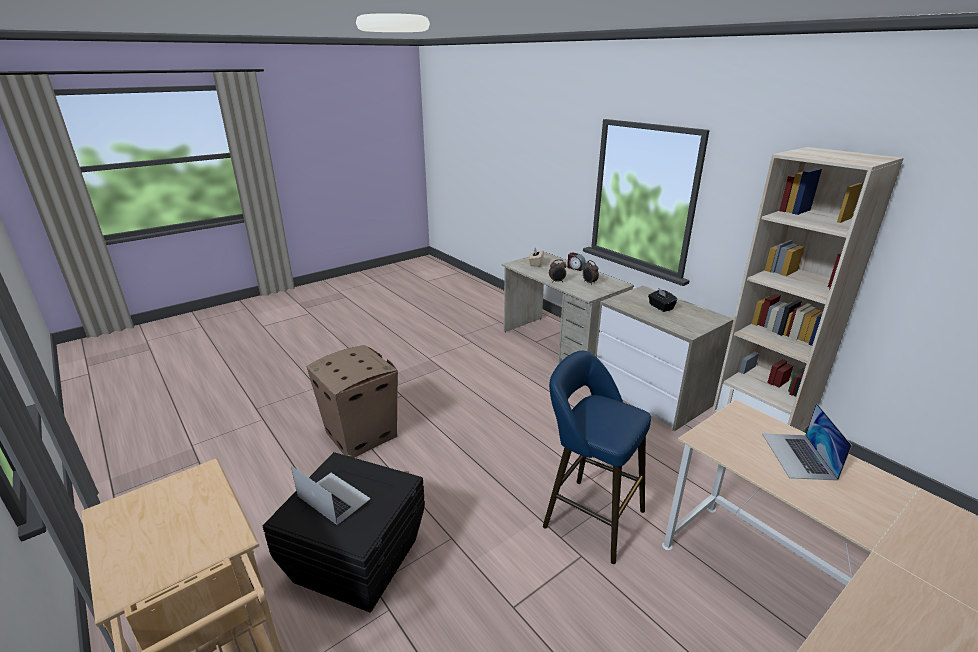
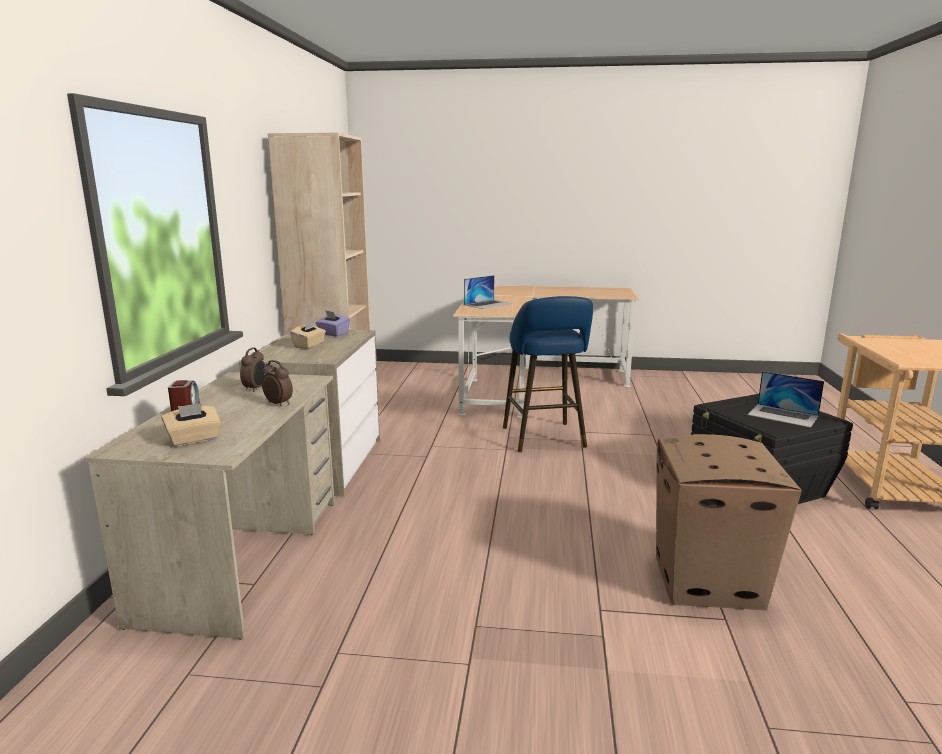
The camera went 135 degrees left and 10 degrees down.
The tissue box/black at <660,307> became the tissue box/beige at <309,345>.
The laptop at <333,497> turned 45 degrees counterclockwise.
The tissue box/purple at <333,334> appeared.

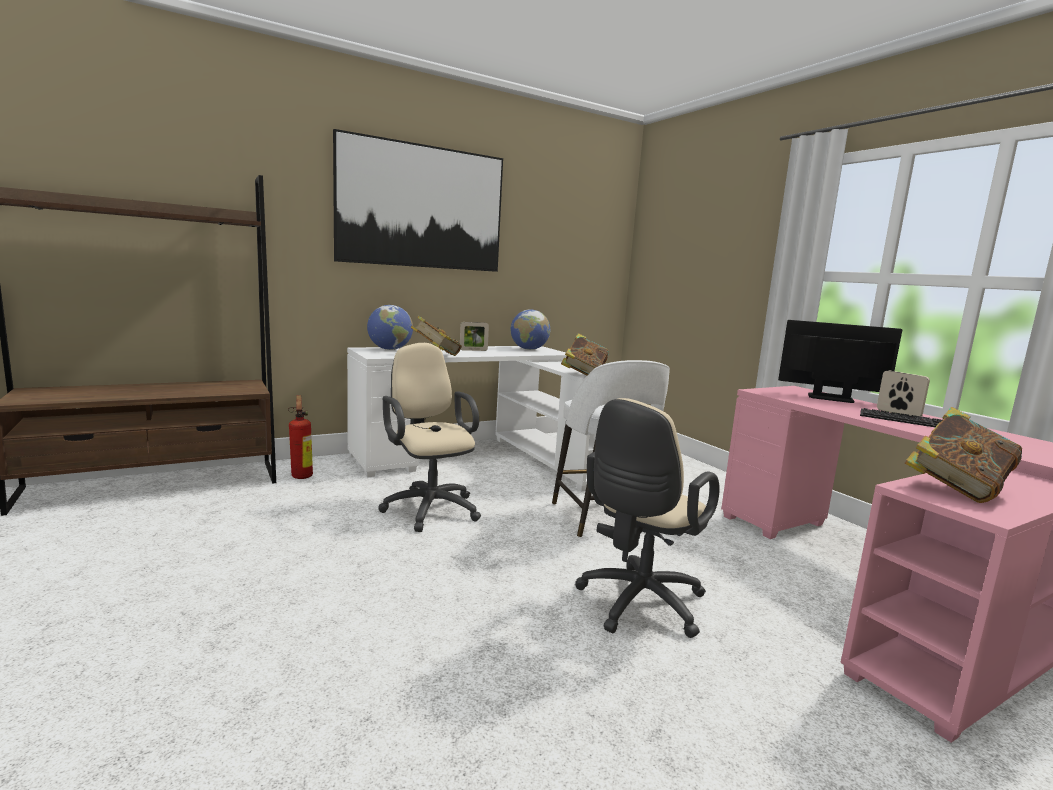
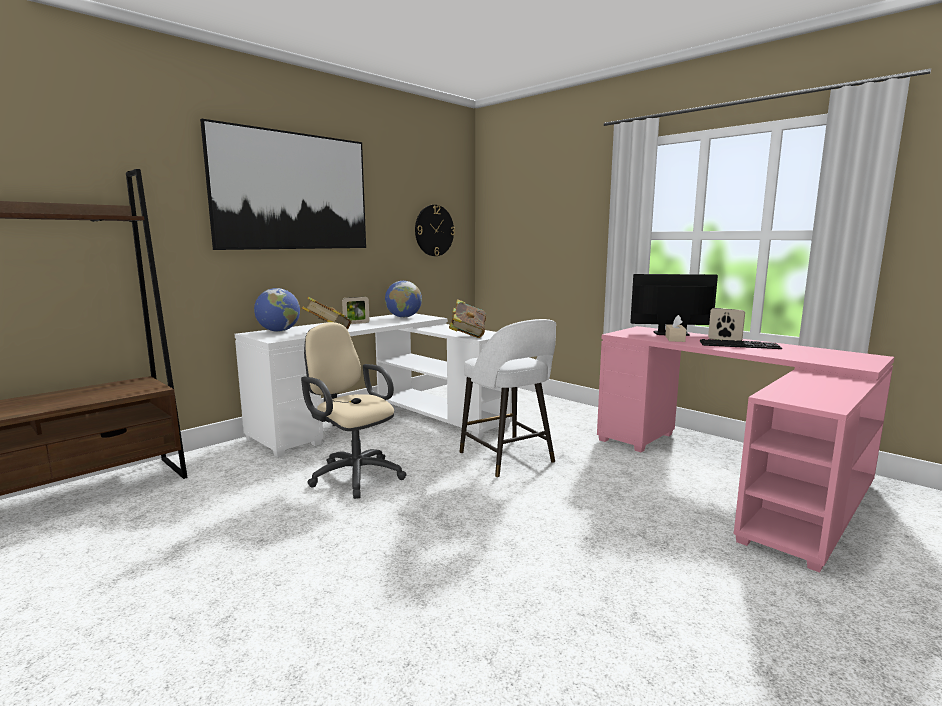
The camera went 15 degrees left and 0 degrees up.
The fire extinguisher at <302,475> disappeared.
The office chair/beige at <637,605> disappeared.
The book at <956,488> disappeared.
The wall clock at <434,230> appeared.
The tissue box/beige at <675,339> appeared.

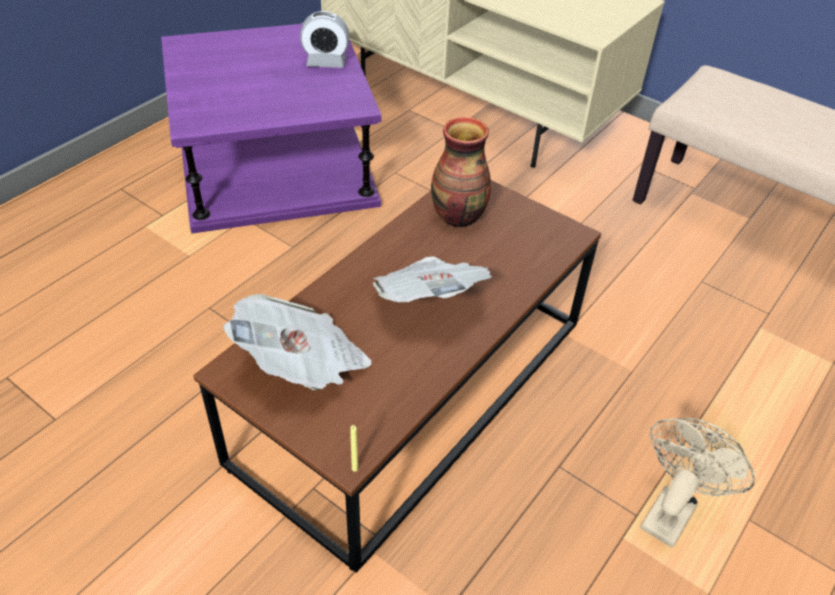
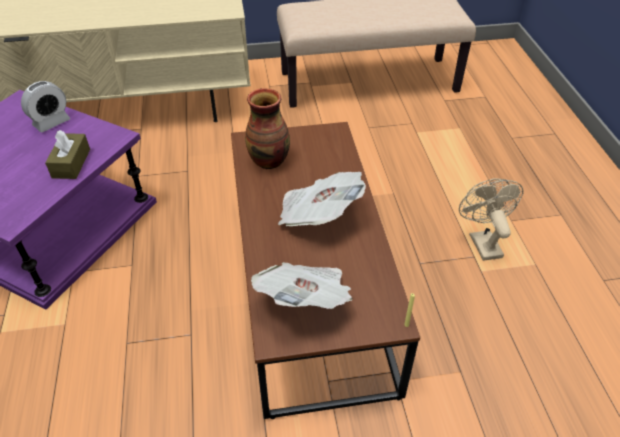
The camera went 45 degrees left and 0 degrees up.
The tissue box/brown at <71,163> appeared.

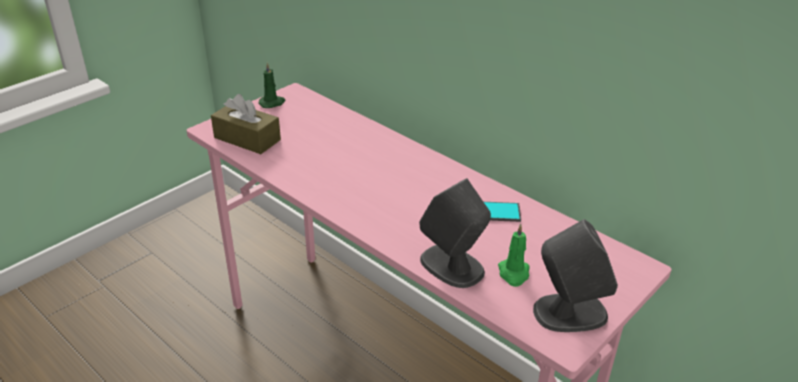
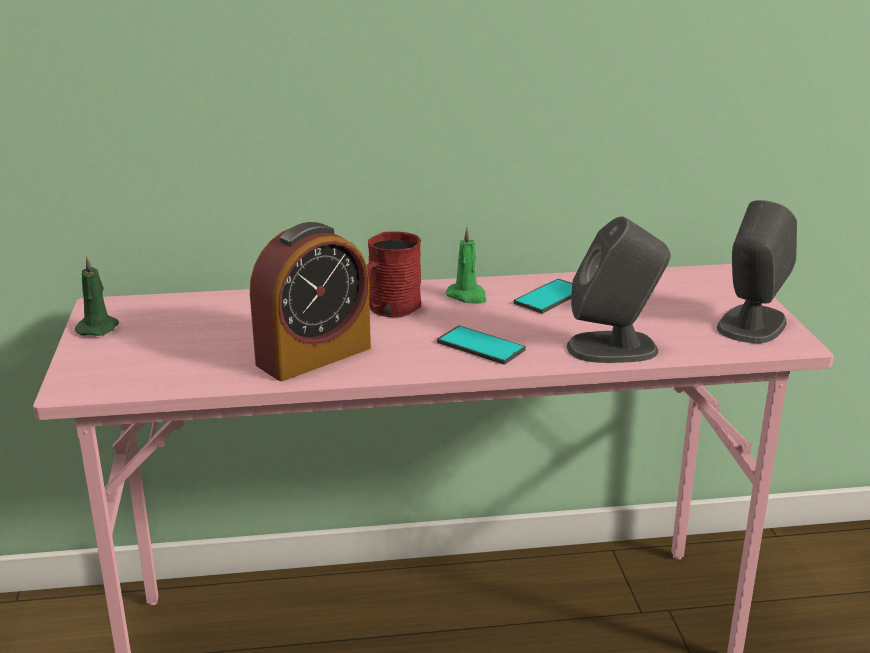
The camera went 50 degrees left and 10 degrees down.
The tissue box/brown at <247,139> disappeared.
The candle/green moved from <514,273> to <467,296>.
The alarm clock at <314,356> appeared.
The mug/red at <389,309> appeared.
The phone at <480,346> appeared.

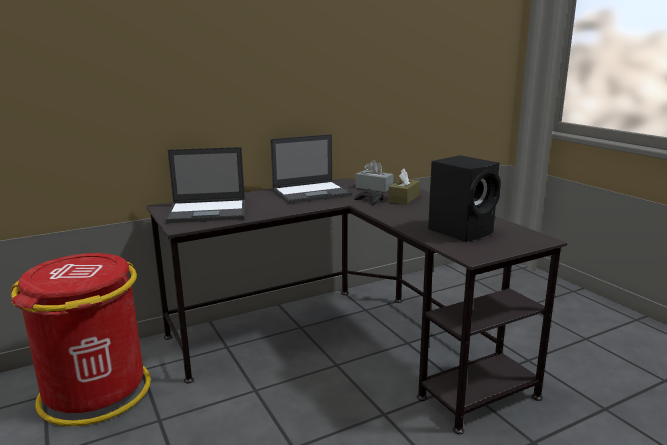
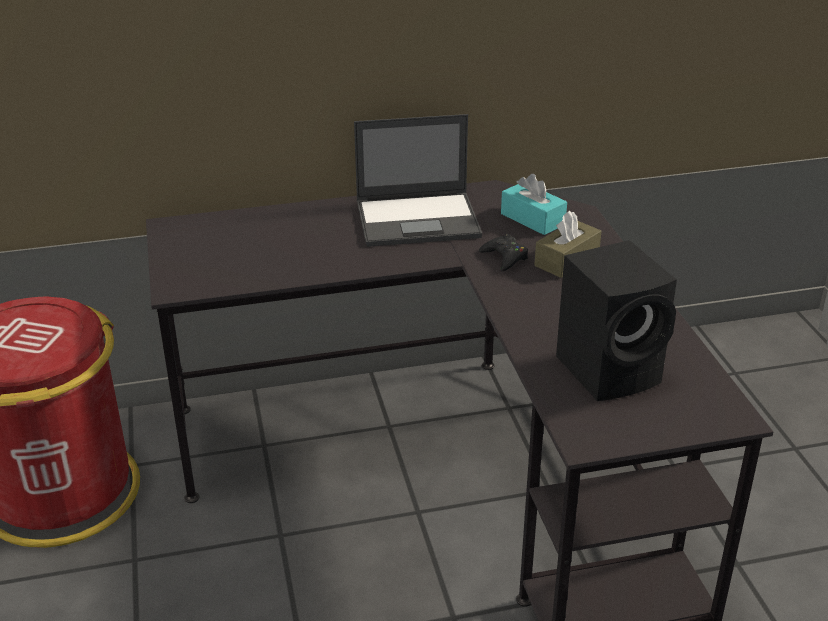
The camera went 15 degrees right and 15 degrees up.
The laptop at <208,211> disappeared.
The tissue box/grey at <374,188> became the tissue box/turquoise at <532,219>.

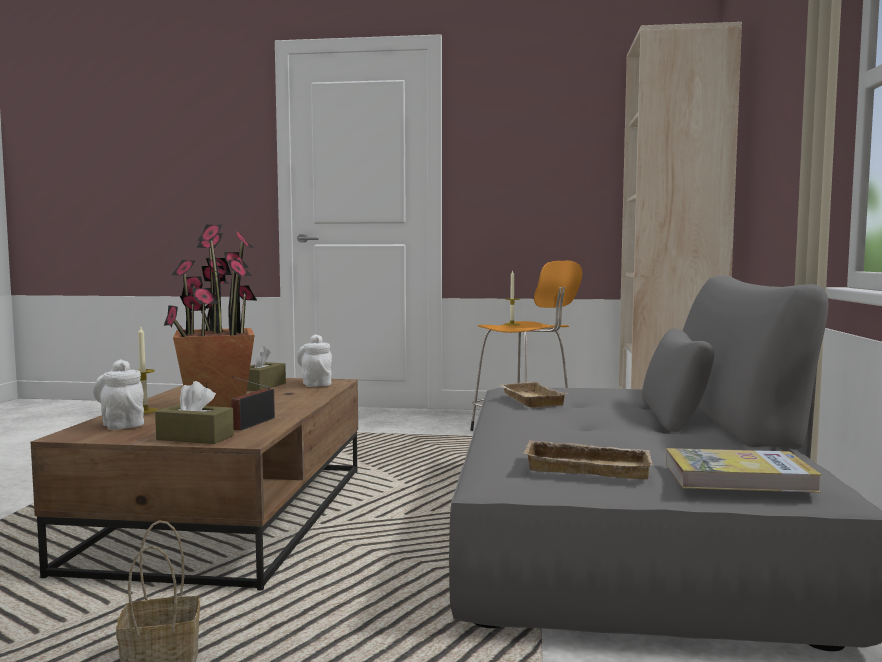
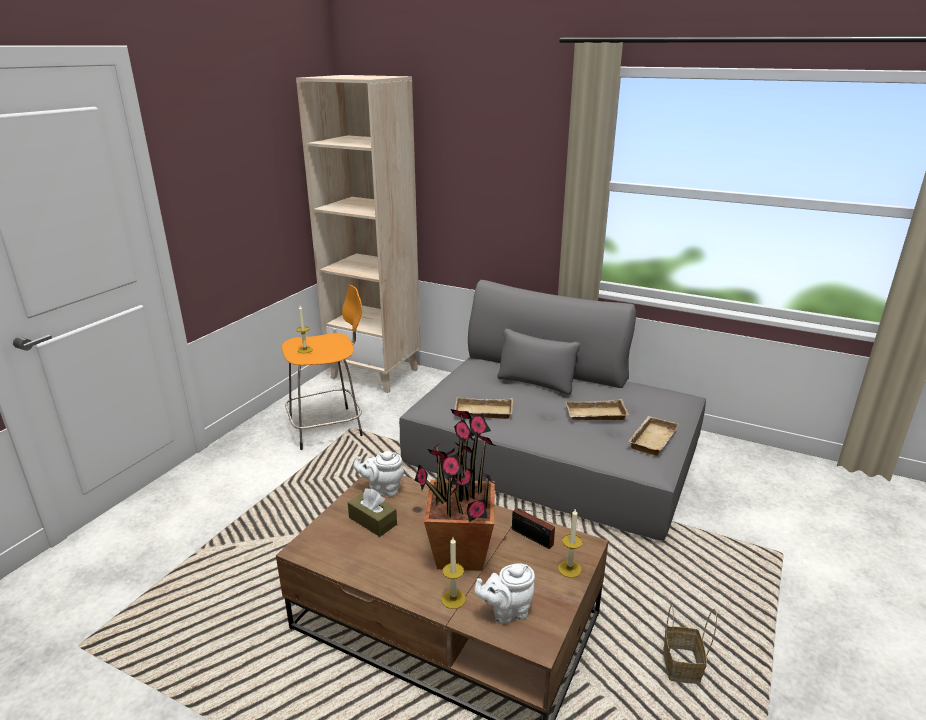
The camera went 70 degrees left and 20 degrees up.
The tissue box/brown at <195,437> was replaced by the candle at <569,569>.
The book at <738,477> disappeared.
The tray/beige at <595,415> appeared.

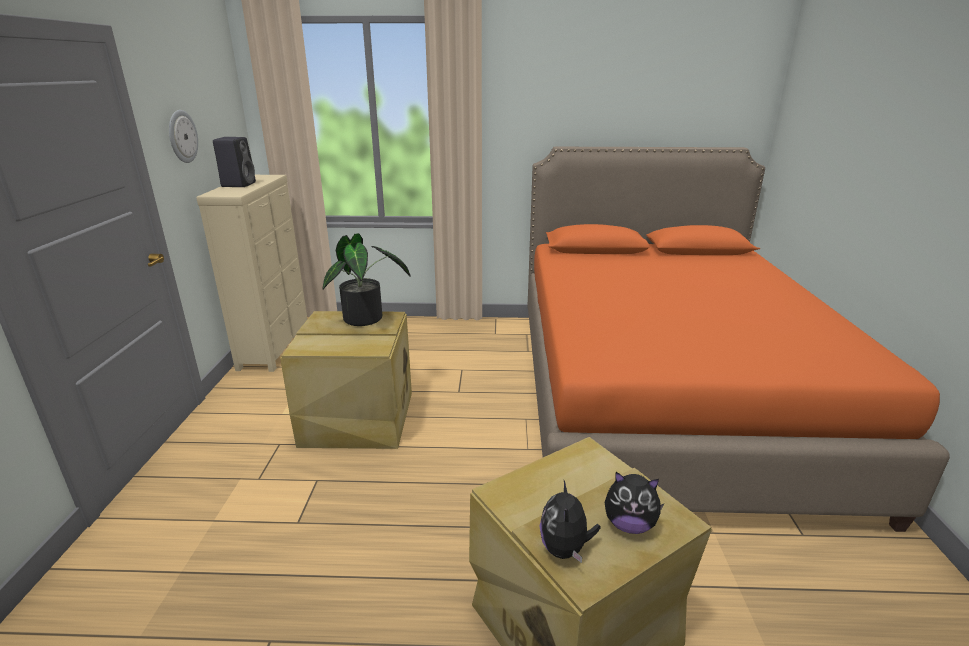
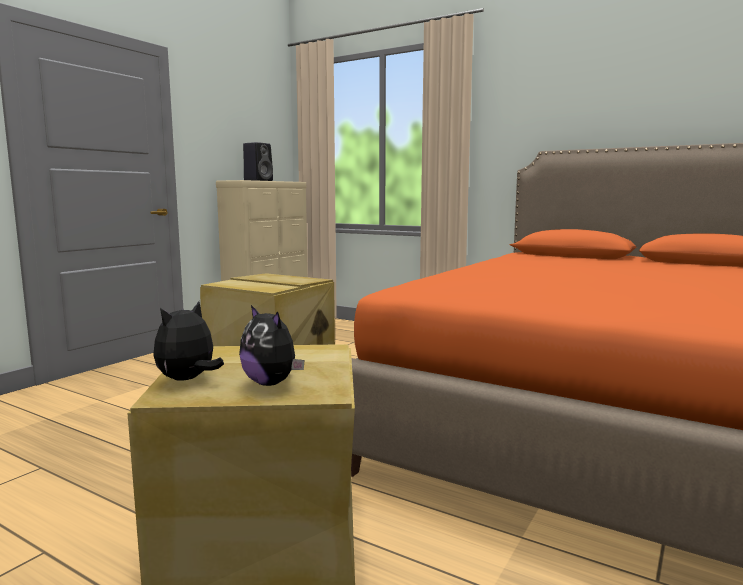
The camera went 30 degrees right and 15 degrees down.
The wall clock at <182,136> disappeared.
The potted plant at <368,319> disappeared.

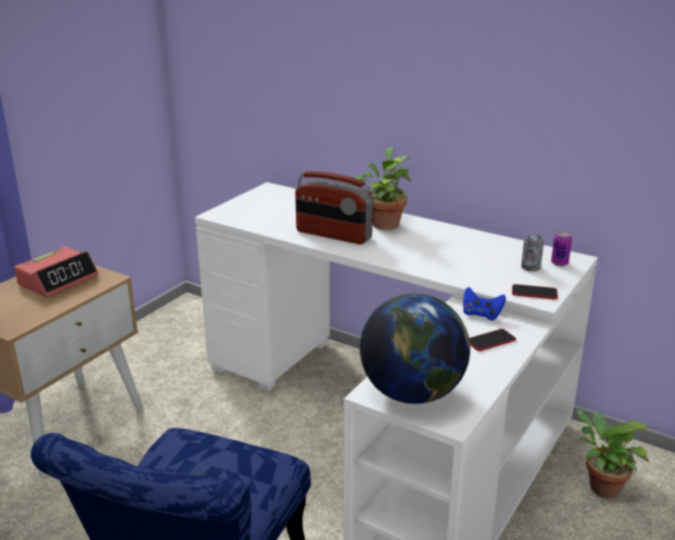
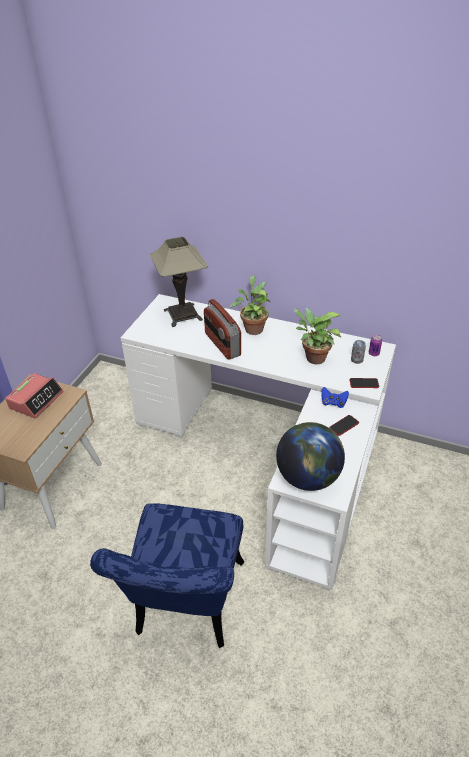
The camera went 10 degrees left and 15 degrees up.
The radio at <333,235> turned 45 degrees clockwise.
The potted plant moved from <600,487> to <312,358>.
The table lamp at <183,315> appeared.

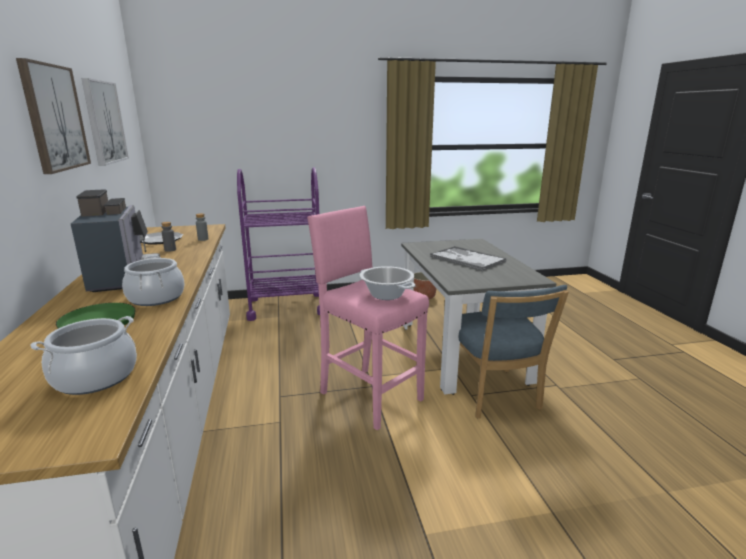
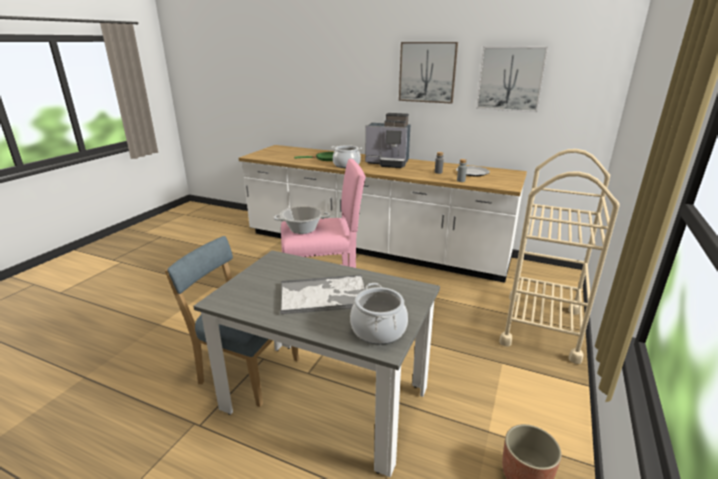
The camera went 125 degrees right and 5 degrees up.
The cart/purple at <286,306> became the cart/beige at <541,326>.
The cooking pot moved from <96,377> to <378,330>.

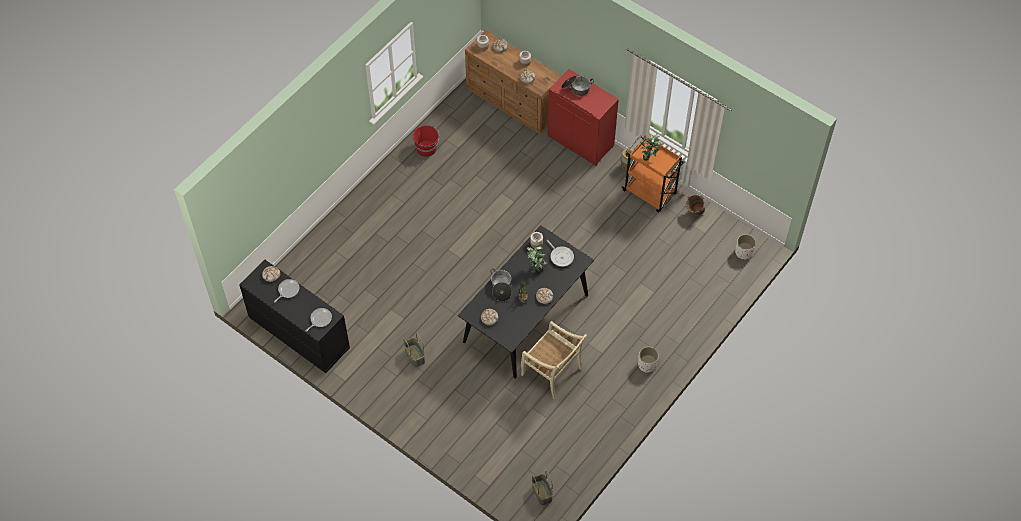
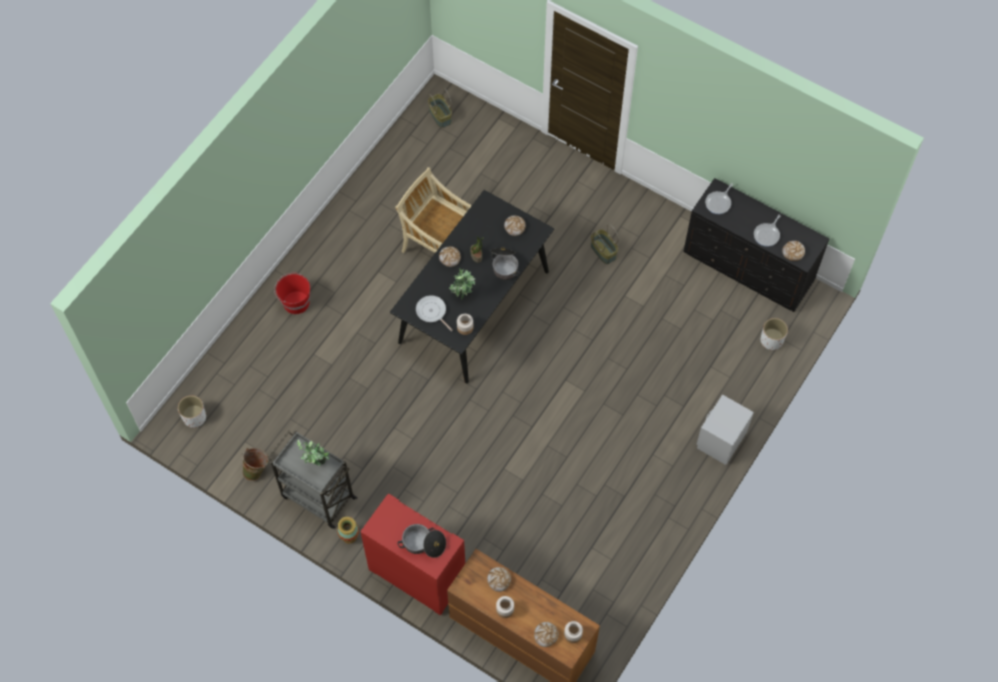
The camera went 175 degrees right and 5 degrees up.
The bucket/red moved from <427,148> to <295,302>.
The cart/orange at <650,193> became the cart/grey at <317,496>.
The planter/white moved from <647,364> to <771,340>.
The nightstand/grey at <721,440> appeared.

